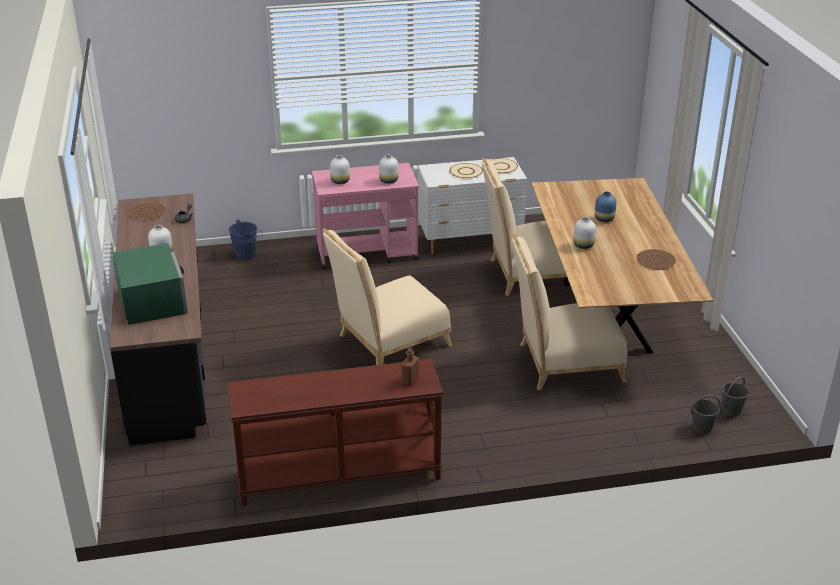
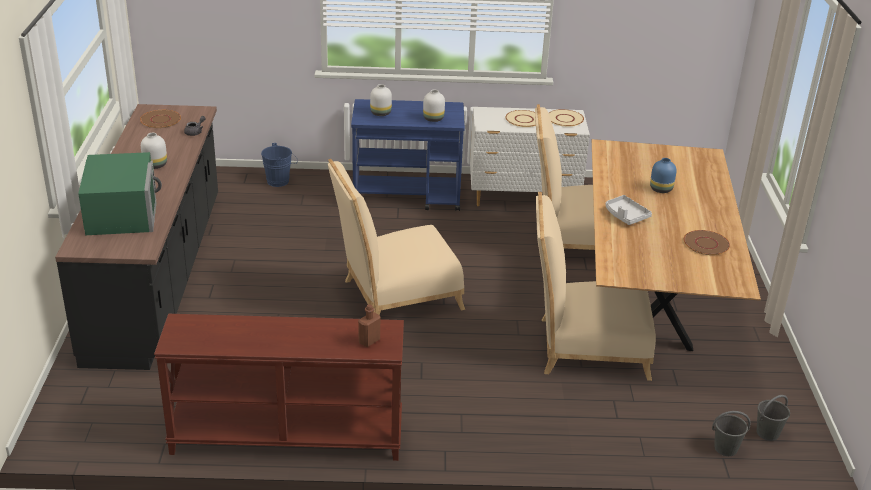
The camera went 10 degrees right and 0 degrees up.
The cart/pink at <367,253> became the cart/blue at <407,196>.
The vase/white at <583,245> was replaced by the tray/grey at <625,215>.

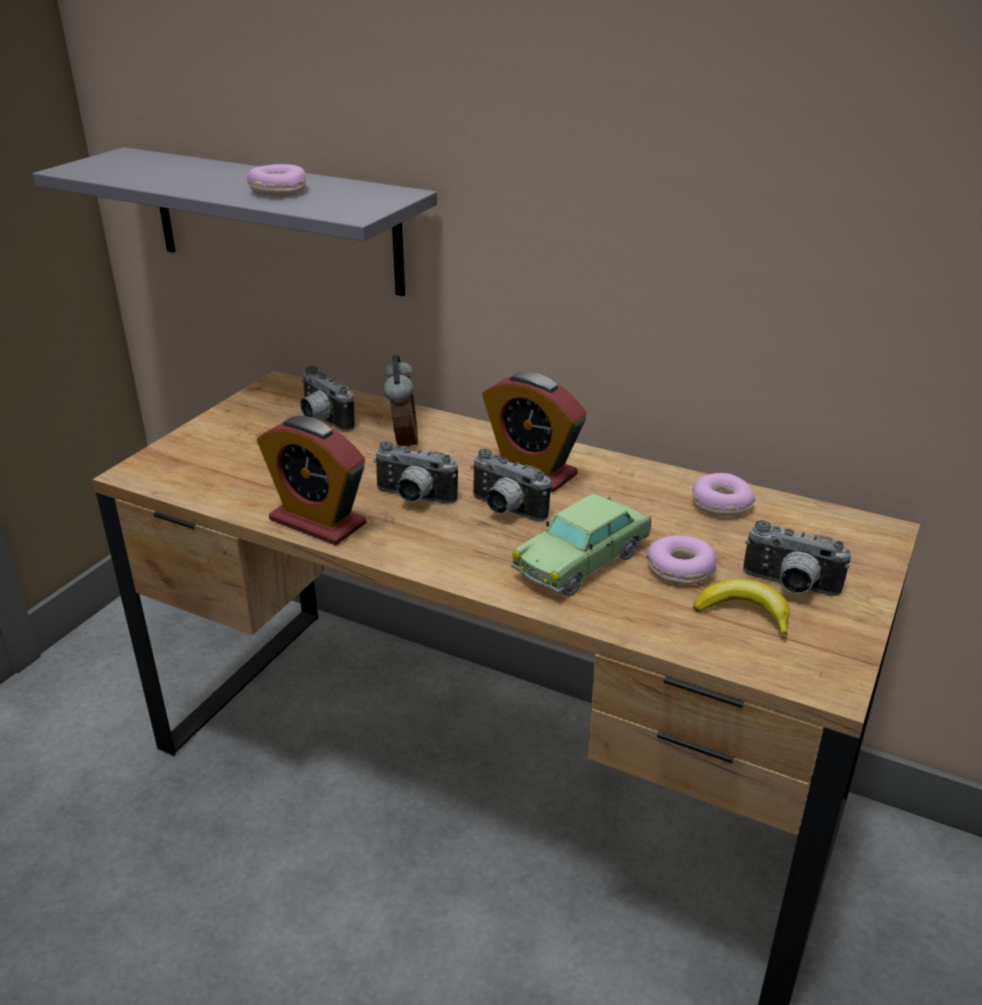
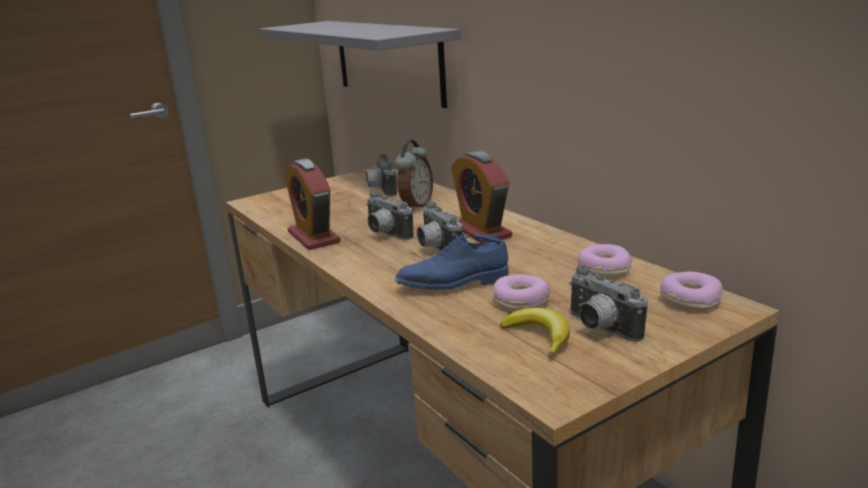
The camera went 30 degrees right and 10 degrees down.
The donut moved from <278,191> to <690,300>.
The toy car at <582,561> was replaced by the shoe/blue at <453,284>.

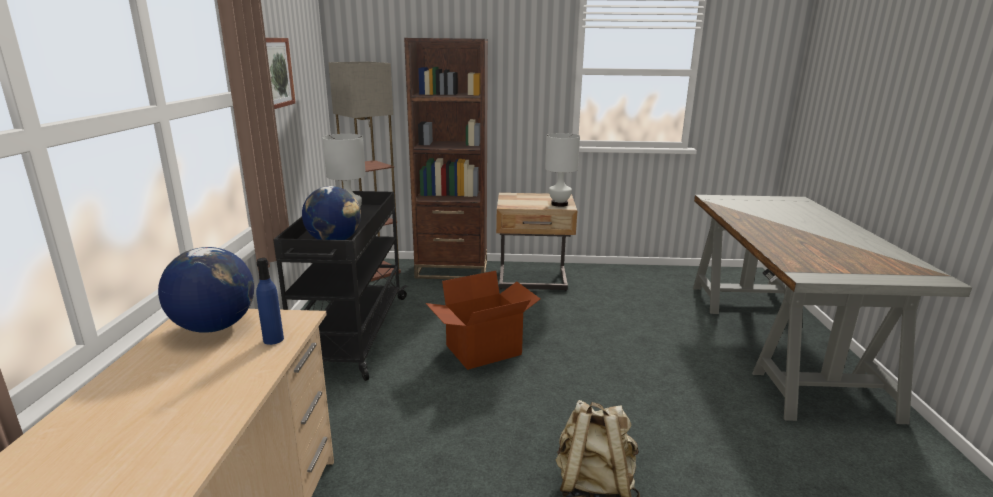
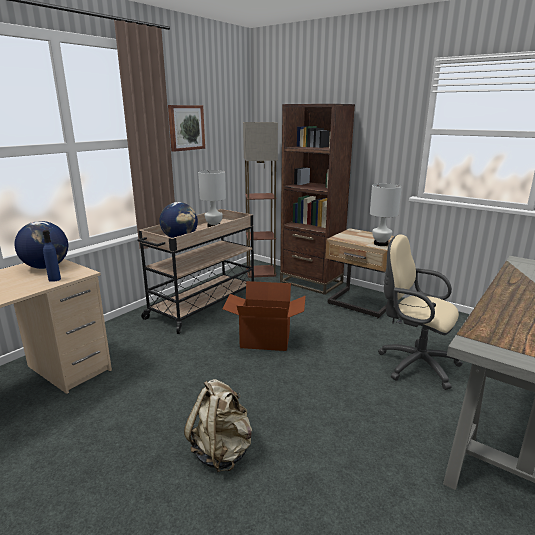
The camera went 35 degrees right and 0 degrees up.
The cart/black at <352,334> became the cart/beige at <203,305>.
The office chair/beige at <413,364> appeared.

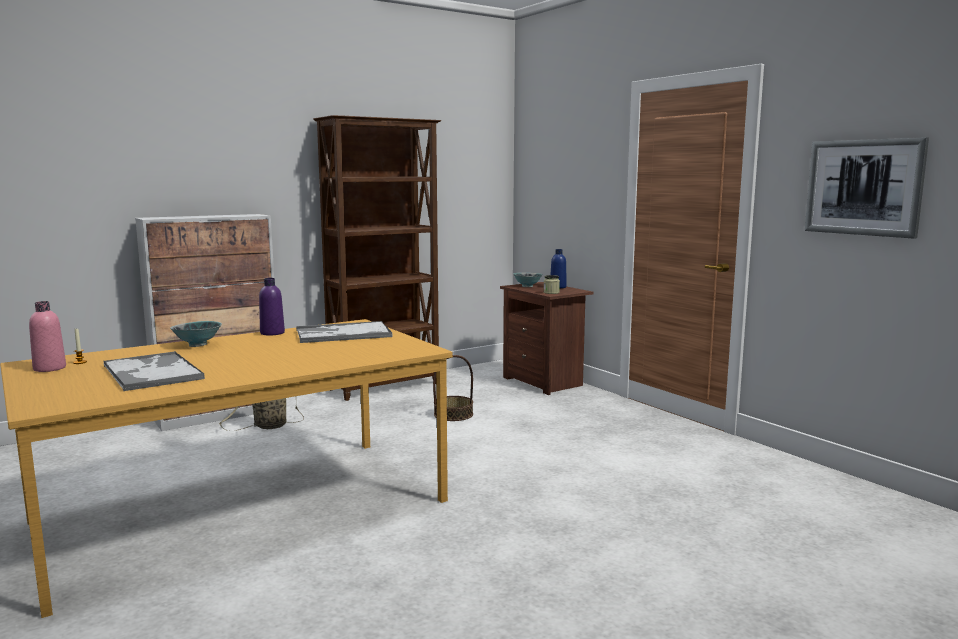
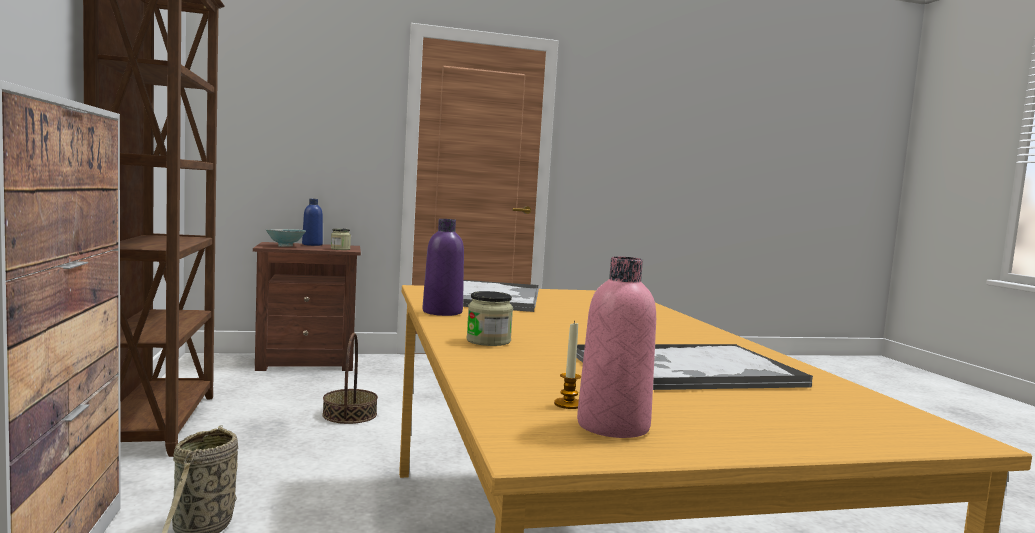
The camera went 70 degrees left and 5 degrees down.
The picture at <863,187> disappeared.
The bowl at <198,345> was replaced by the jar at <488,341>.

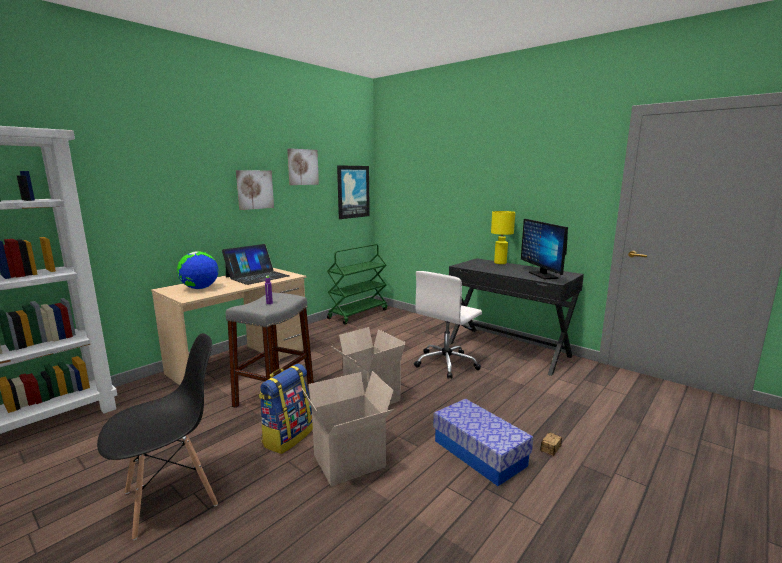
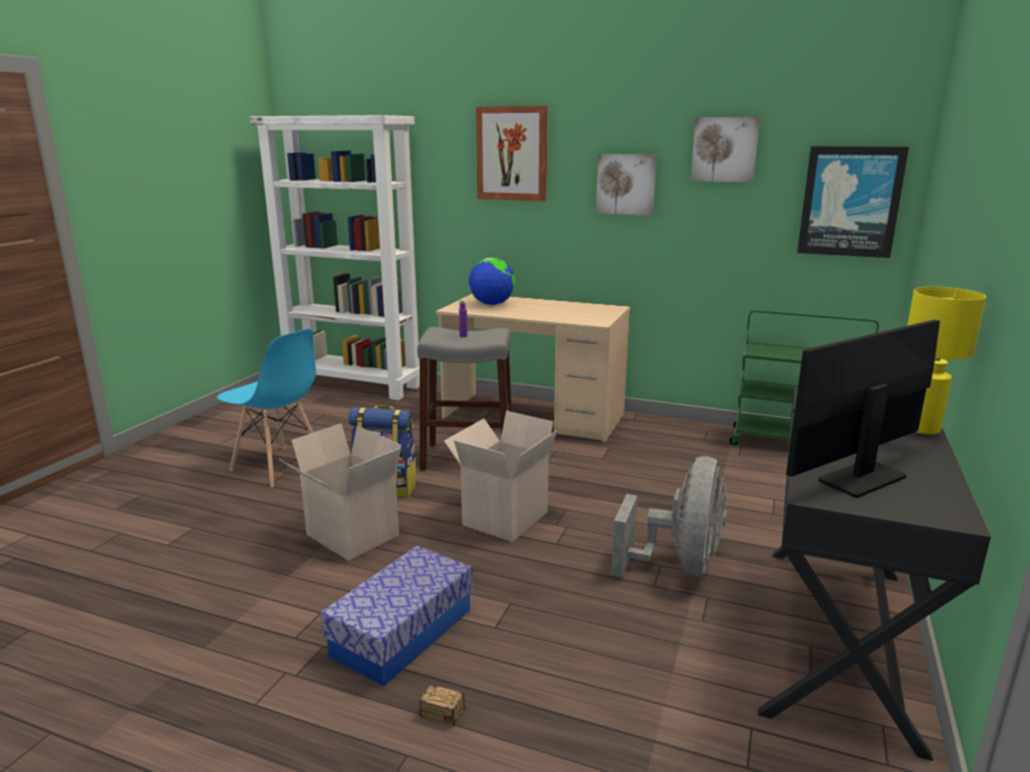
The camera went 70 degrees right and 5 degrees up.
The laptop at <257,276> disappeared.
The office chair/white at <447,363> was replaced by the fan/grey at <679,564>.
The chair/black at <172,498> became the chair/blue at <278,466>.
The picture at <512,154> appeared.

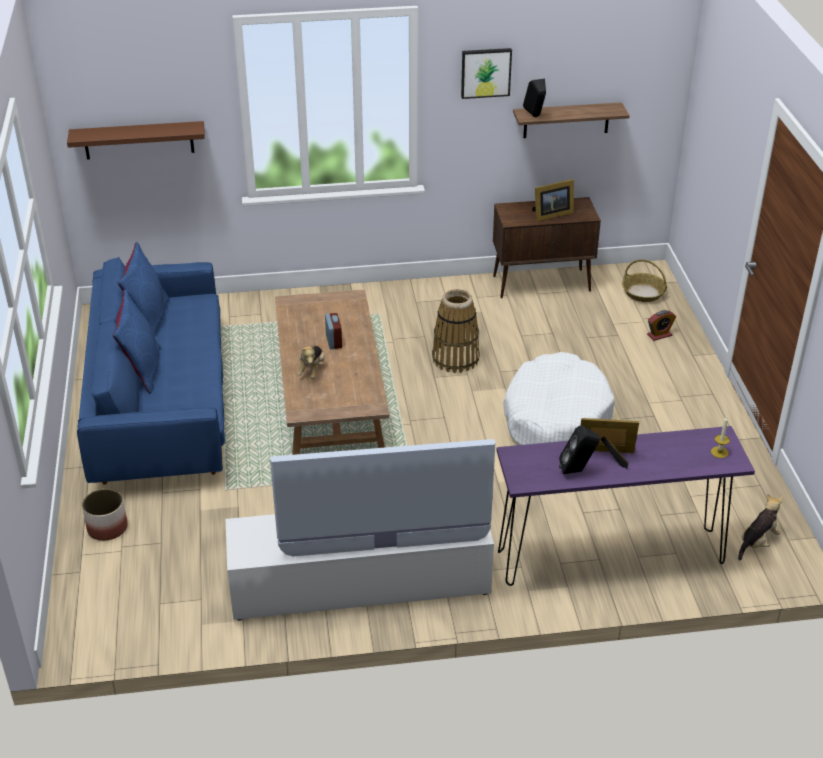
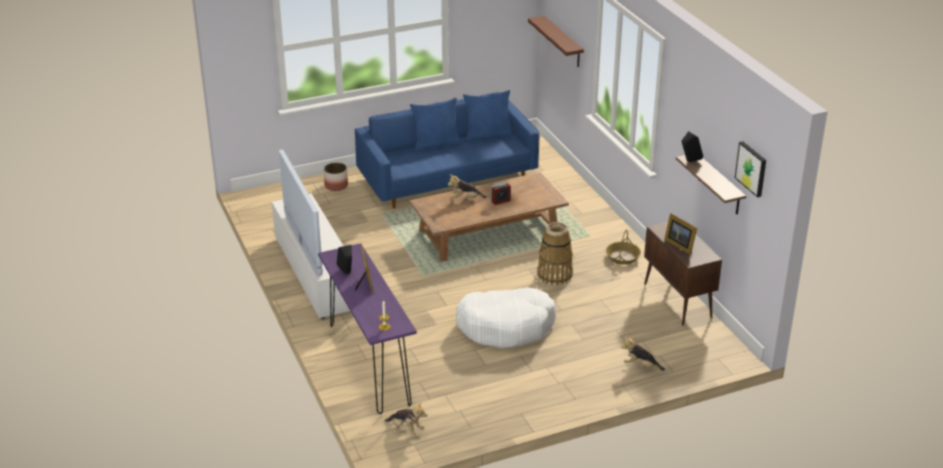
The camera went 75 degrees right and 5 degrees down.
The picture moved from <485,72> to <752,168>.
The basket moved from <643,293> to <622,257>.
The alarm clock at <659,335> was replaced by the plush toy at <640,366>.

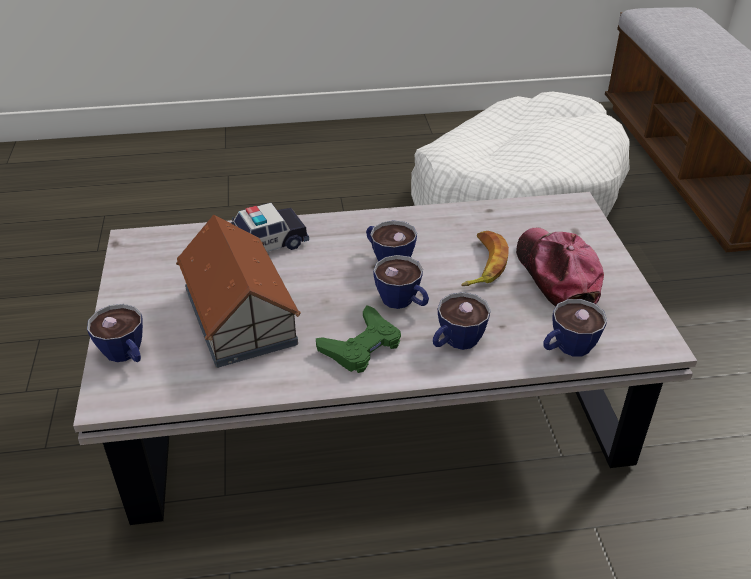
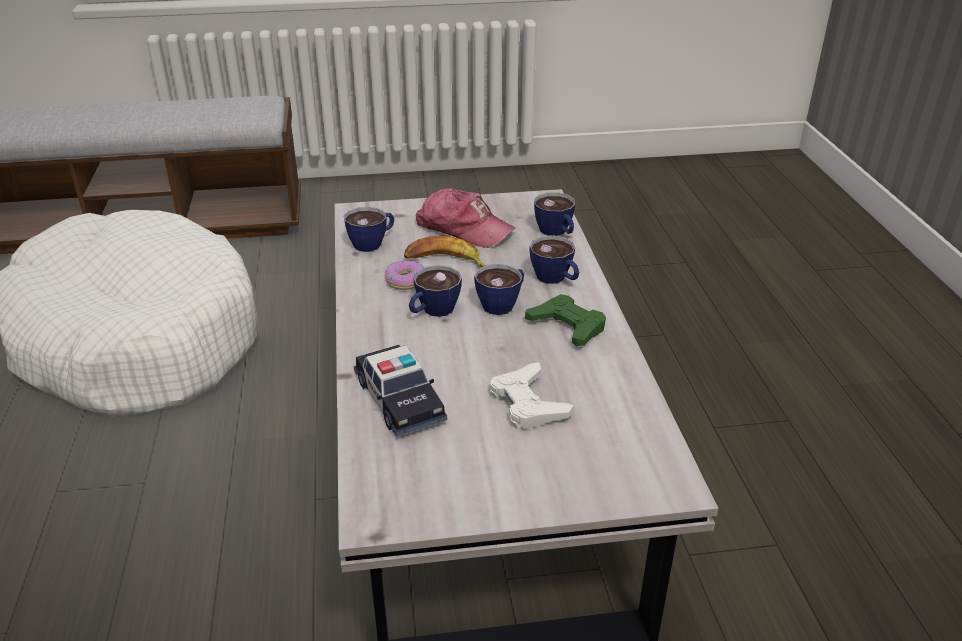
The camera went 90 degrees left and 5 degrees down.
The toy house at <240,315> was replaced by the game controller/white at <528,403>.
The cap at <556,275> turned 135 degrees counterclockwise.
The cup moved from <126,355> to <373,243>.
The donut at <405,281> appeared.

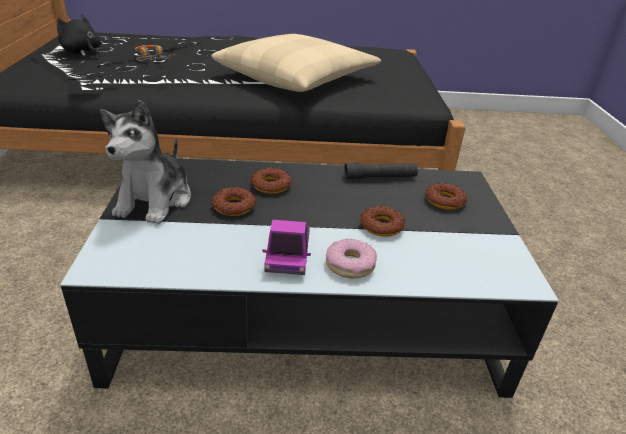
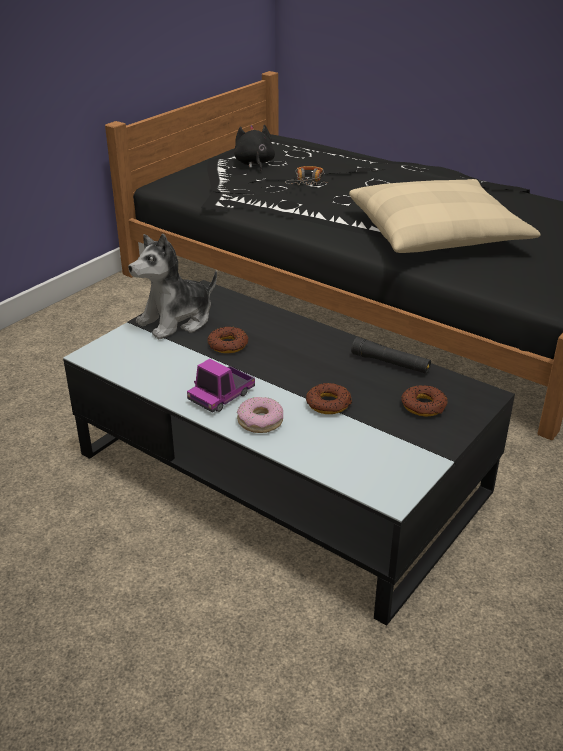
The camera went 40 degrees right and 0 degrees up.
The donut at <270,185> disappeared.

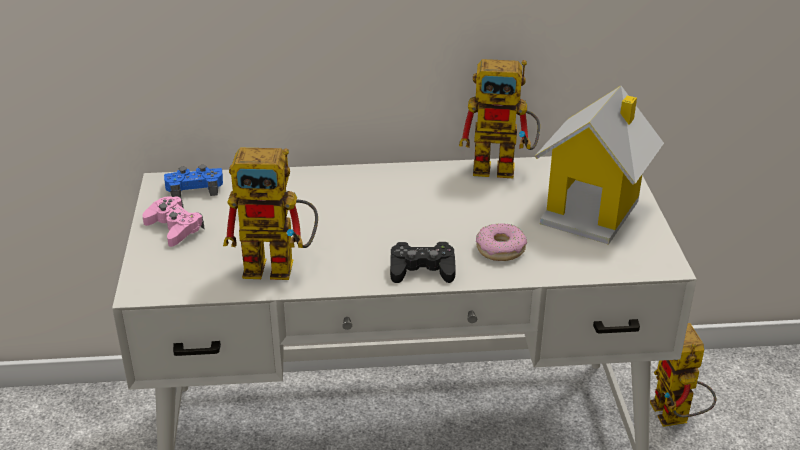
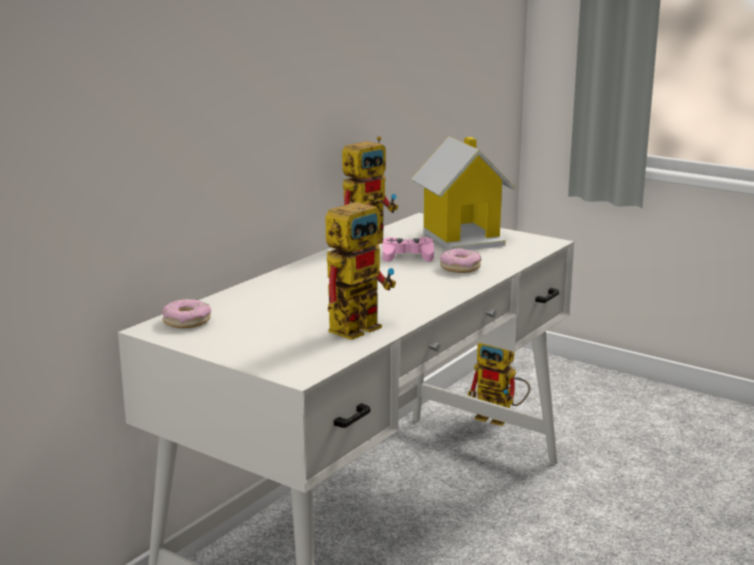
The camera went 50 degrees left and 15 degrees down.
The game controller/blue at <195,188> was replaced by the donut at <187,321>.
The game controller/pink moved from <174,227> to <407,256>.
The game controller/black at <422,269> disappeared.

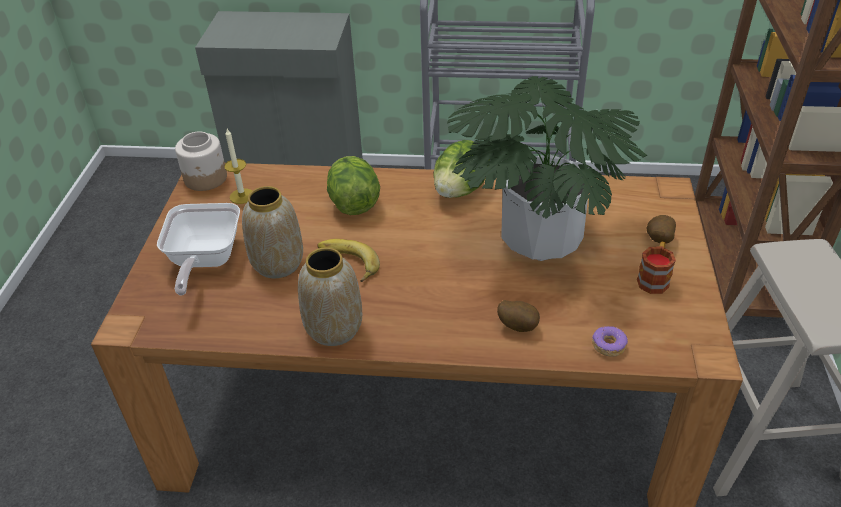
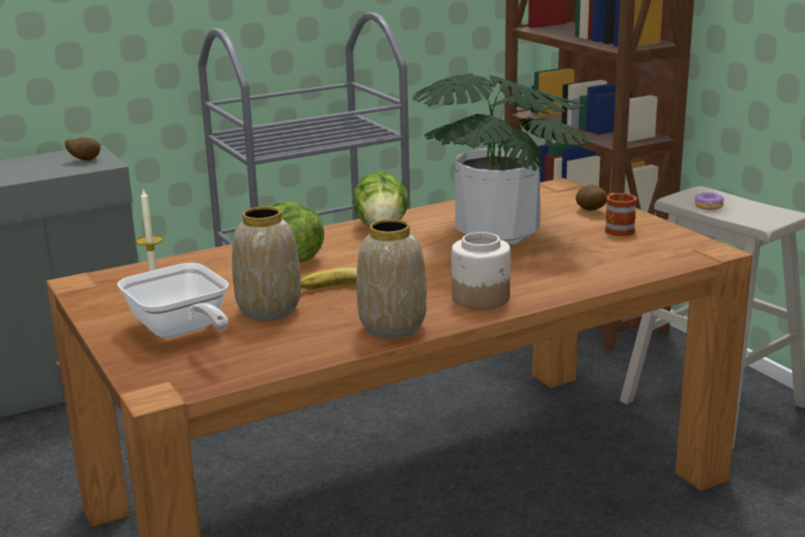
The camera went 35 degrees left and 20 degrees down.
The jar moved from <206,178> to <481,297>.
The potato moved from <518,326> to <84,160>.
The donut moved from <608,345> to <708,206>.

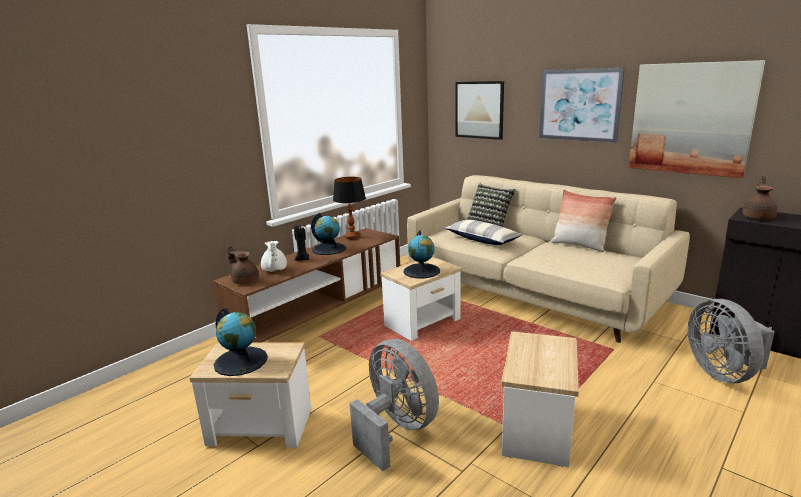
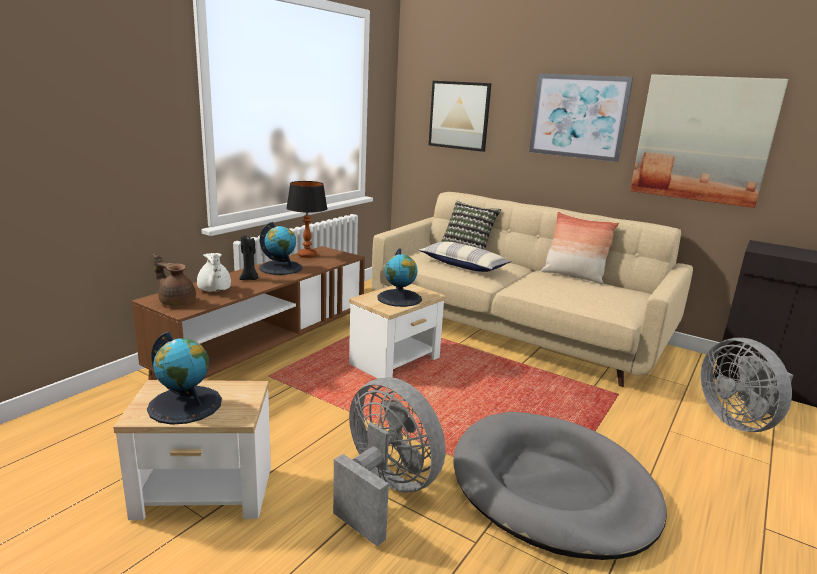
The camera went 10 degrees left and 0 degrees up.
The teapot/brown at <758,217> disappeared.
The side table at <535,429> was replaced by the dog bed/grey at <552,488>.

